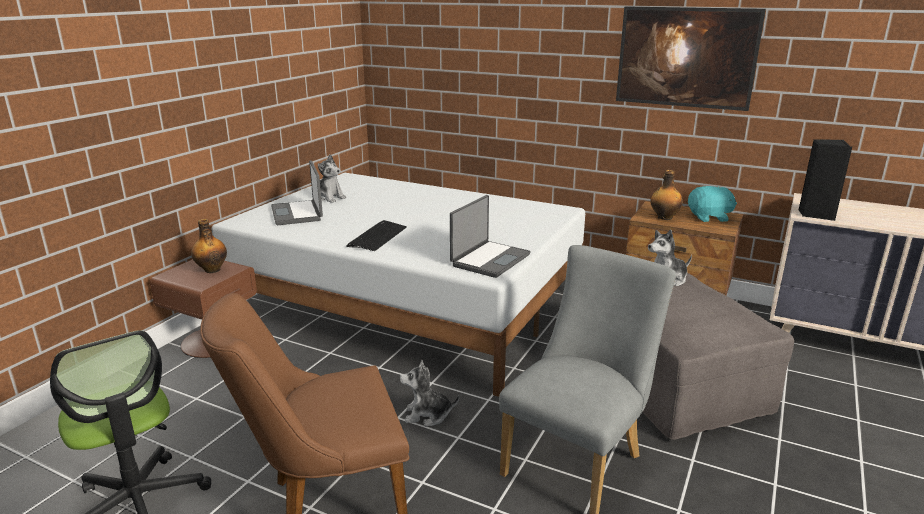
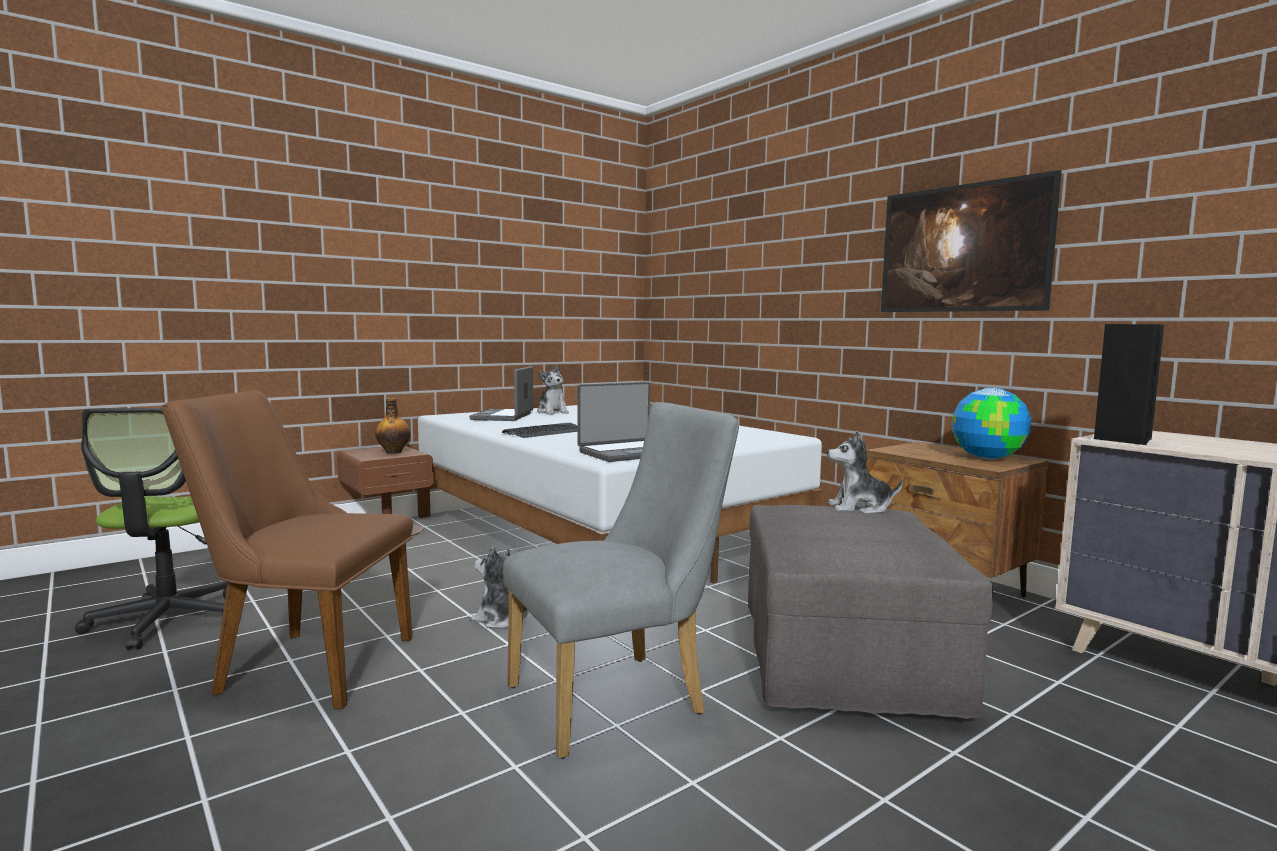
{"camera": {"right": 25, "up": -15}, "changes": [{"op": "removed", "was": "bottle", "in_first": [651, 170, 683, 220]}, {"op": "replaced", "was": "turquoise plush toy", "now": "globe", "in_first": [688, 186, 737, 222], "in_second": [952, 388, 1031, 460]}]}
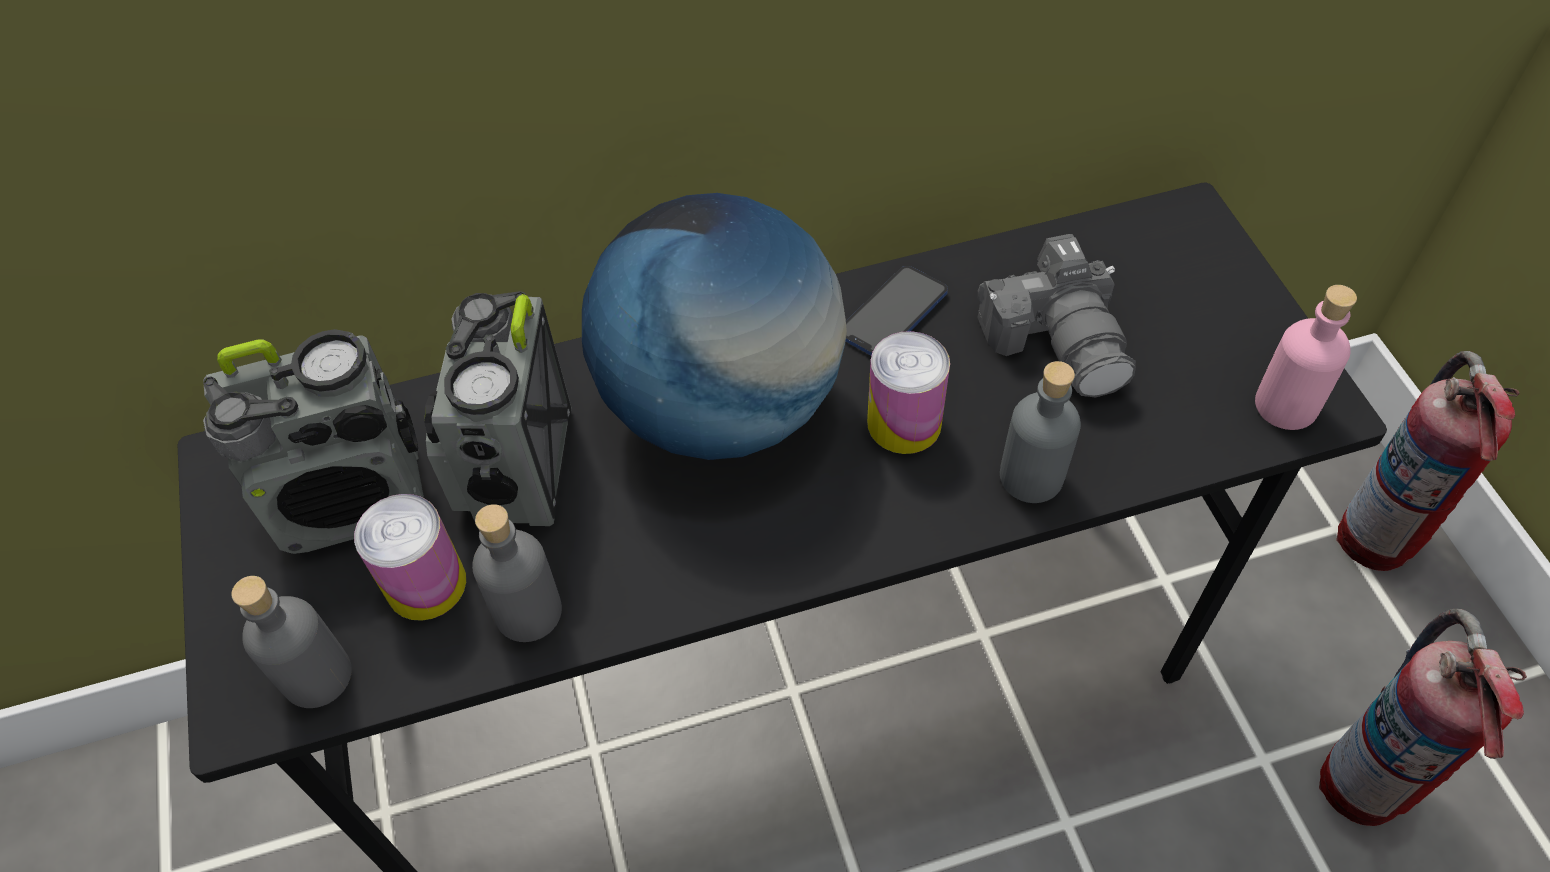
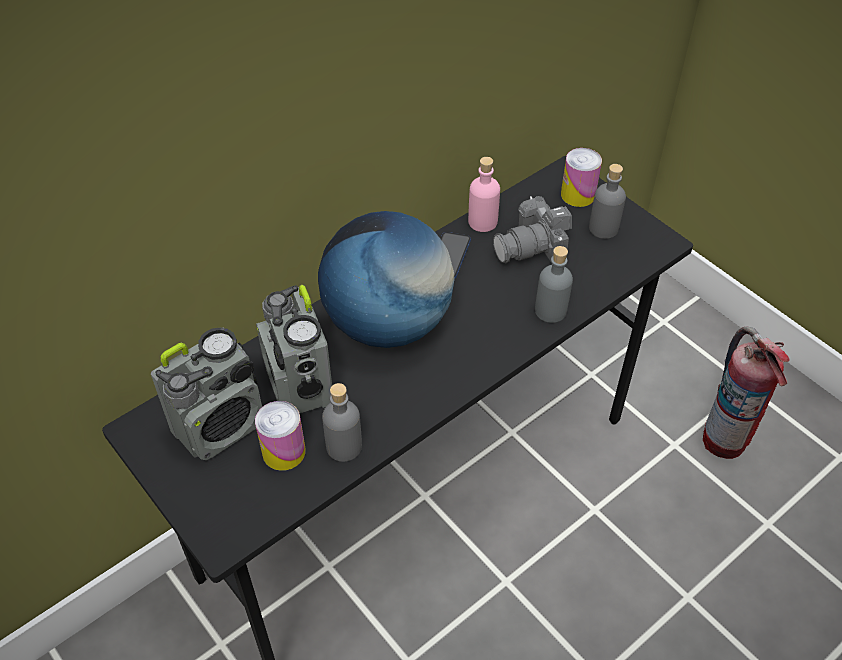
{"camera": {"right": -25, "up": -5}, "changes": [{"op": "removed", "was": "fire extinguisher", "in_first": [1336, 351, 1520, 571]}, {"op": "moved", "was": "grey bottle", "in_first": [231, 576, 352, 708], "in_second": [589, 164, 626, 239]}, {"op": "moved", "was": "can", "in_first": [867, 331, 950, 454], "in_second": [561, 148, 602, 207]}, {"op": "moved", "was": "pink bottle", "in_first": [1255, 285, 1357, 430], "in_second": [468, 157, 500, 232]}, {"op": "turned", "was": "photo camera", "in_first": [977, 234, 1136, 398], "in_second": [493, 196, 572, 264], "clockwise": 105}]}
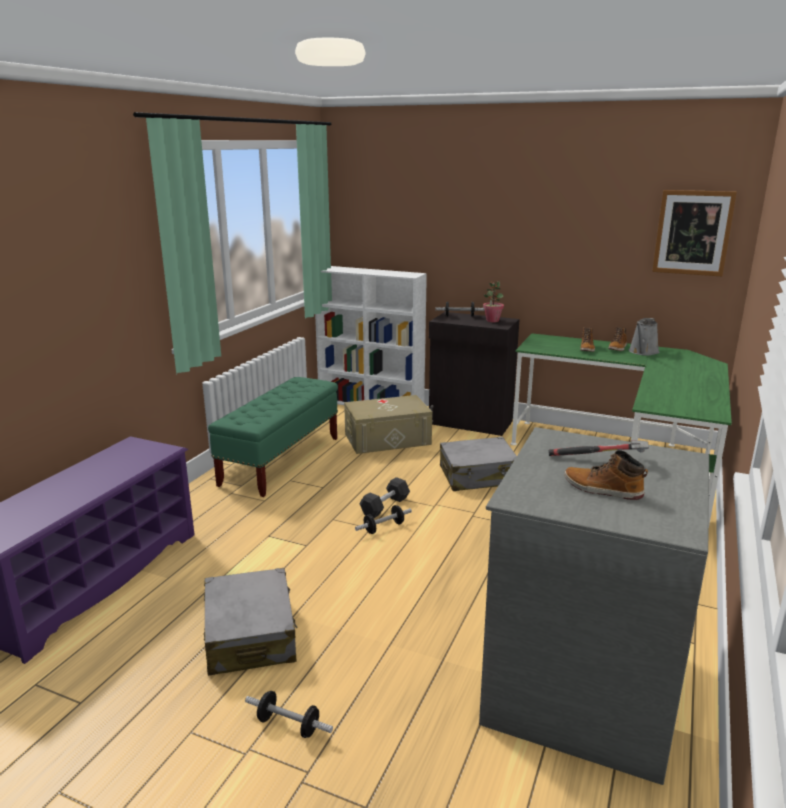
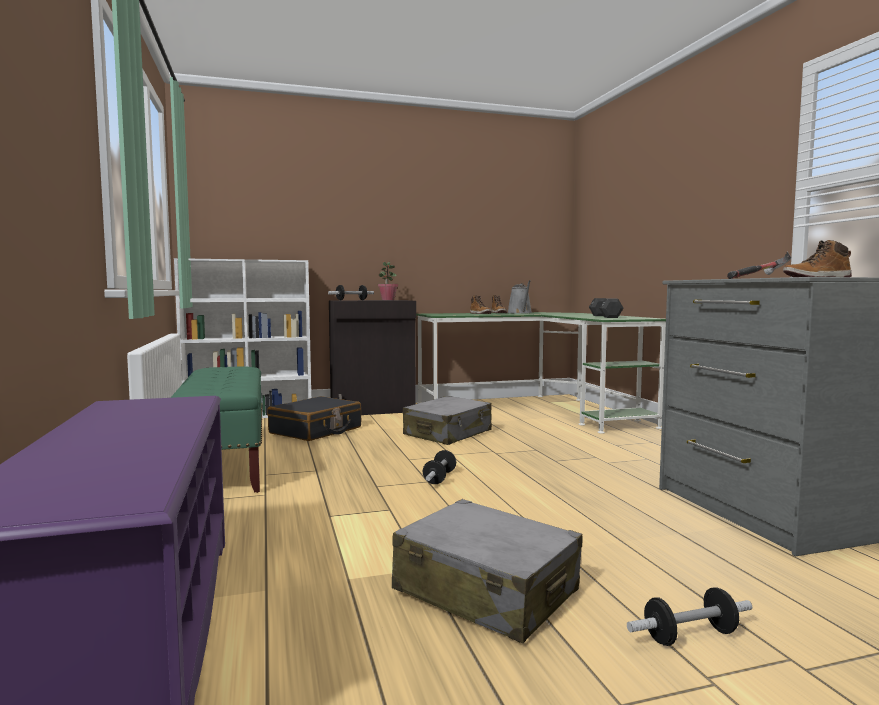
{"camera": {"right": -40, "up": -15}, "changes": [{"op": "removed", "was": "picture", "in_first": [652, 190, 737, 276]}, {"op": "moved", "was": "black dumbbell", "in_first": [359, 477, 410, 518], "in_second": [589, 298, 623, 318]}, {"op": "replaced", "was": "beige storage box", "now": "black suitcase", "in_first": [344, 395, 432, 454], "in_second": [267, 396, 361, 441]}]}
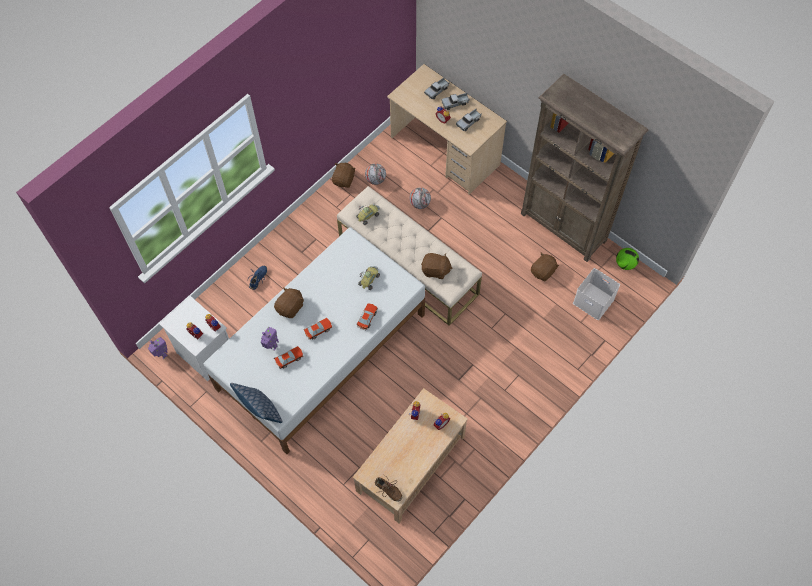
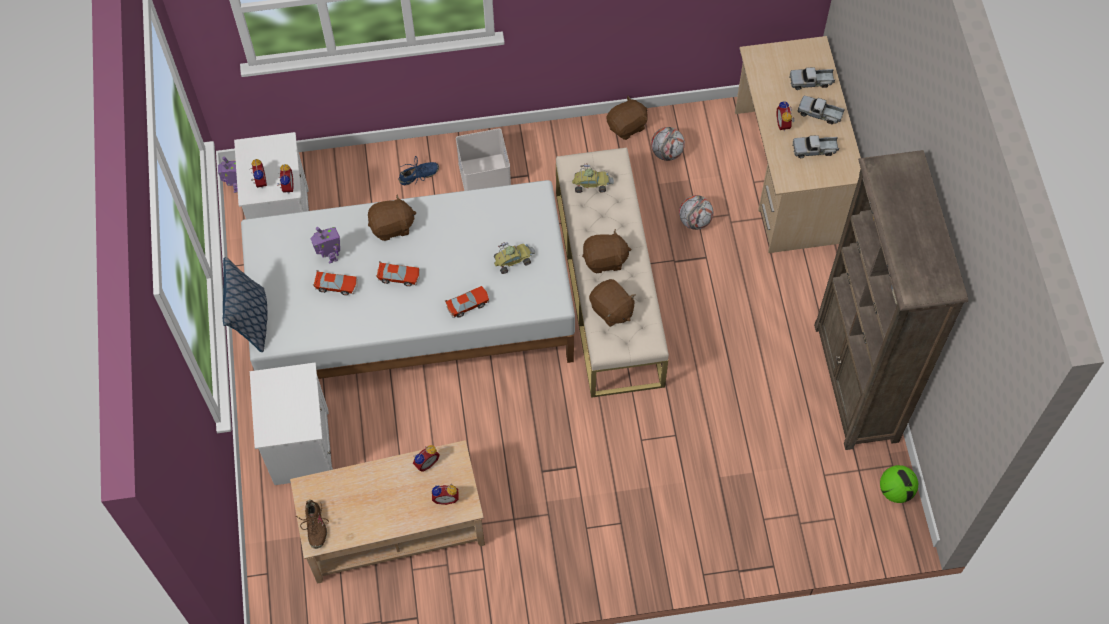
{"camera": {"right": 40, "up": 0}, "changes": [{"op": "added", "now": "white nightstand", "in_second": [250, 362, 333, 485]}, {"op": "moved", "was": "brown plush toy", "in_first": [531, 252, 559, 281], "in_second": [582, 229, 631, 273]}, {"op": "moved", "was": "white storage box", "in_first": [573, 268, 620, 320], "in_second": [456, 128, 511, 191]}]}
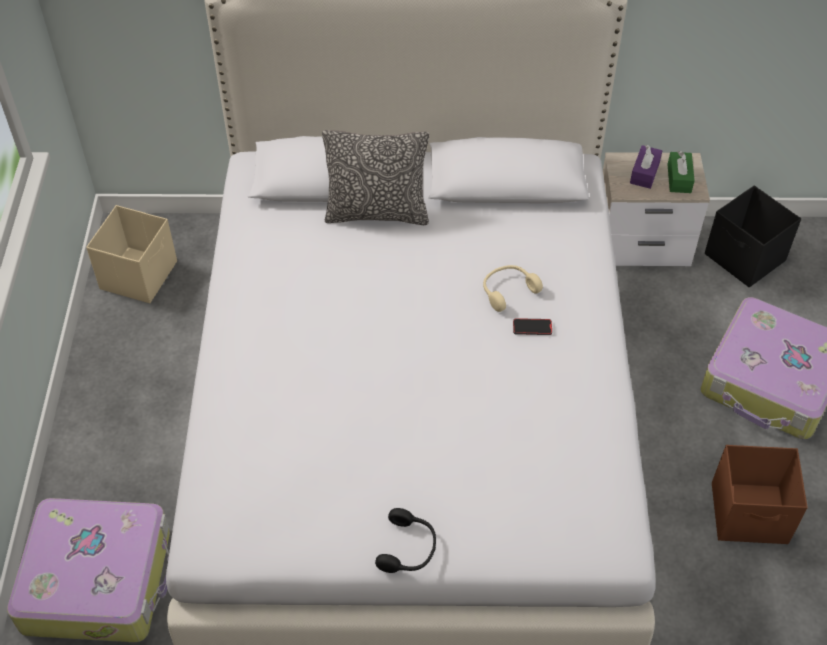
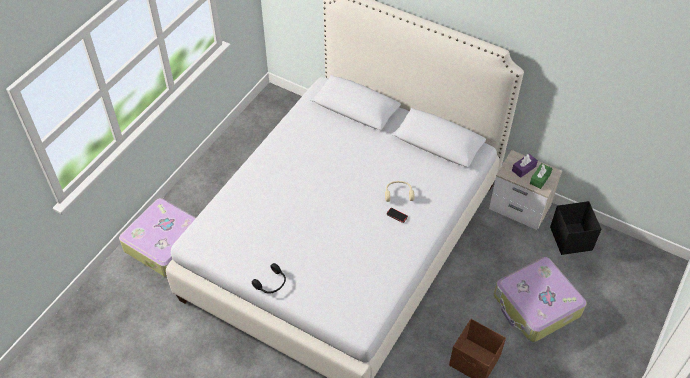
{"camera": {"right": 30, "up": 0}, "changes": [{"op": "removed", "was": "beige storage box", "in_first": [86, 205, 177, 303]}, {"op": "removed", "was": "pillow", "in_first": [322, 130, 429, 225]}]}
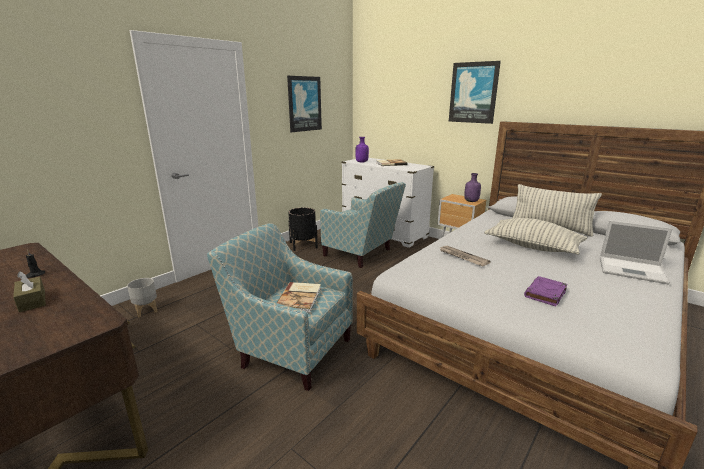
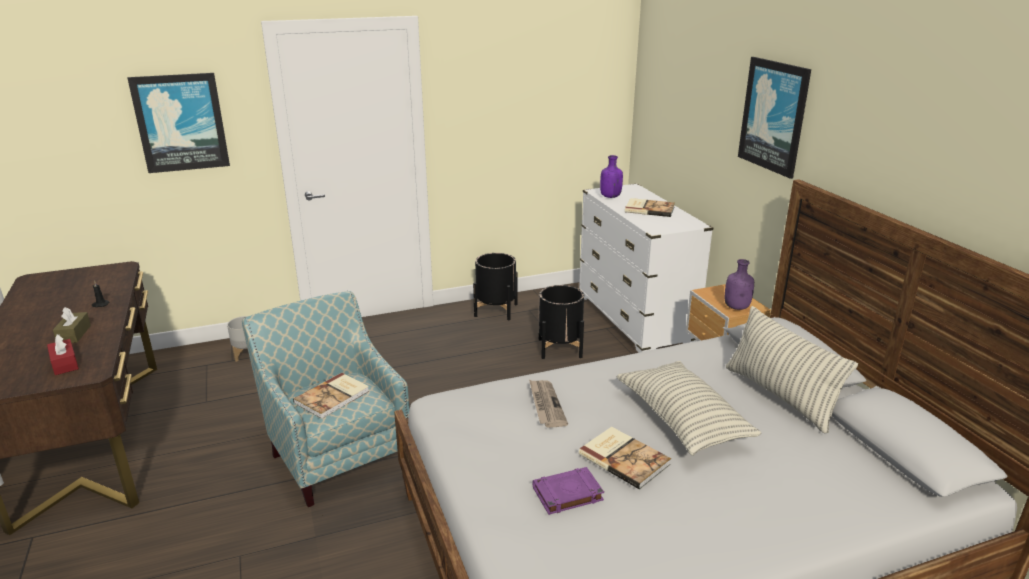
{"camera": {"right": 30, "up": 5}, "changes": [{"op": "removed", "was": "laptop", "in_first": [600, 220, 673, 285]}, {"op": "added", "now": "red tissue box", "in_second": [47, 334, 79, 375]}, {"op": "added", "now": "book", "in_second": [579, 427, 671, 489]}, {"op": "moved", "was": "picture", "in_first": [287, 76, 322, 132], "in_second": [128, 73, 230, 173]}, {"op": "replaced", "was": "armchair", "now": "black planter", "in_first": [320, 182, 406, 268], "in_second": [539, 285, 584, 359]}]}
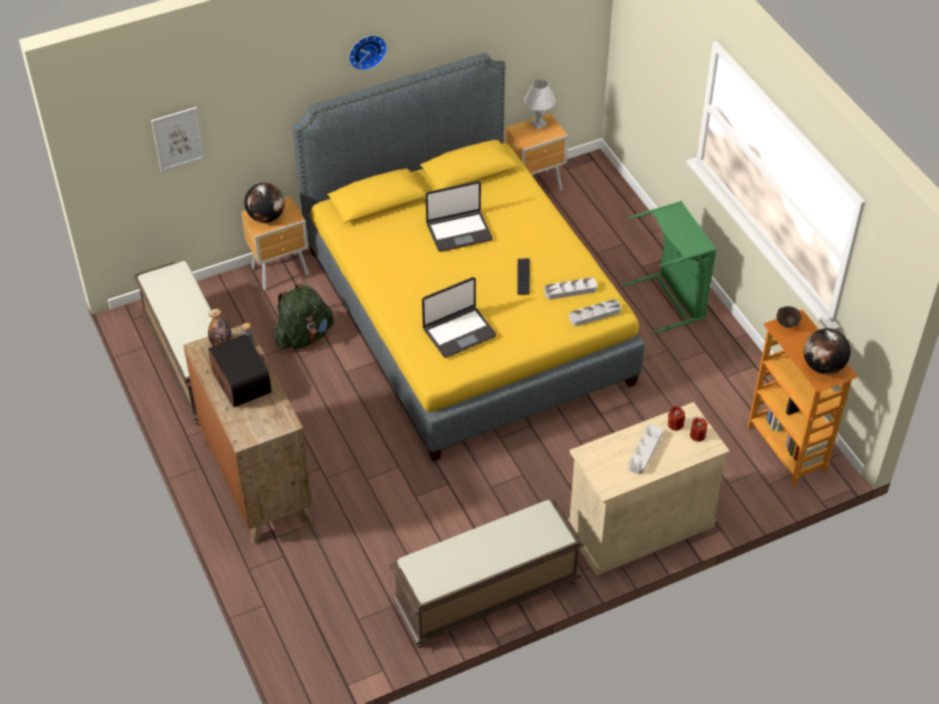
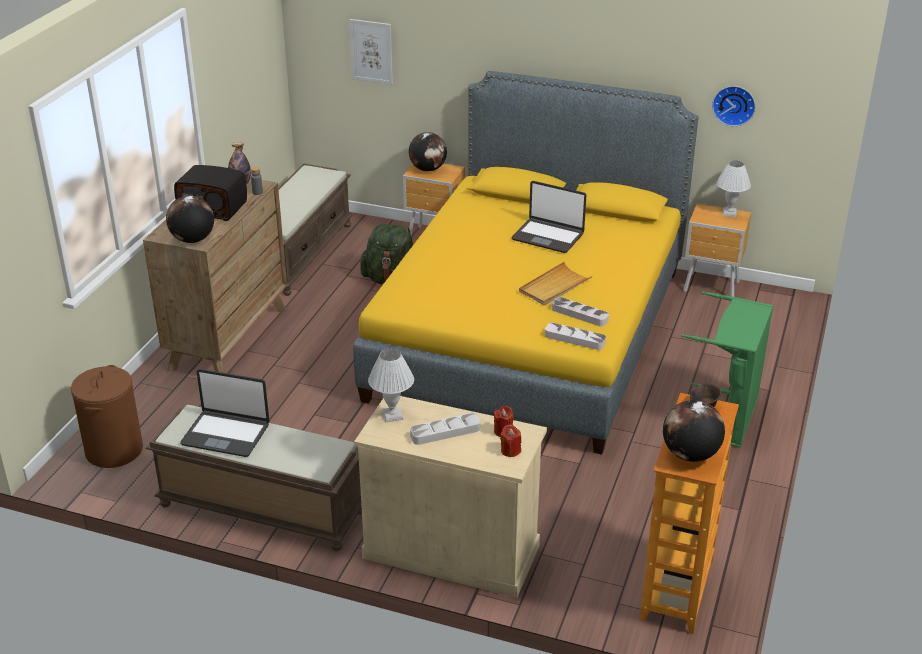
{"camera": {"right": 45, "up": -15}, "changes": [{"op": "added", "now": "brown laundry basket", "in_second": [71, 365, 143, 468]}, {"op": "added", "now": "globe", "in_second": [166, 195, 214, 243]}, {"op": "added", "now": "white table lamp", "in_second": [368, 349, 414, 423]}, {"op": "moved", "was": "wall clock", "in_first": [349, 35, 387, 71], "in_second": [712, 86, 756, 126]}, {"op": "moved", "was": "laptop", "in_first": [422, 277, 496, 358], "in_second": [180, 369, 269, 457]}, {"op": "replaced", "was": "keyboard", "now": "beige tray", "in_first": [517, 258, 530, 295], "in_second": [519, 262, 593, 305]}, {"op": "turned", "was": "radio", "in_first": [208, 334, 271, 407], "in_second": [174, 165, 247, 221], "clockwise": 90}]}
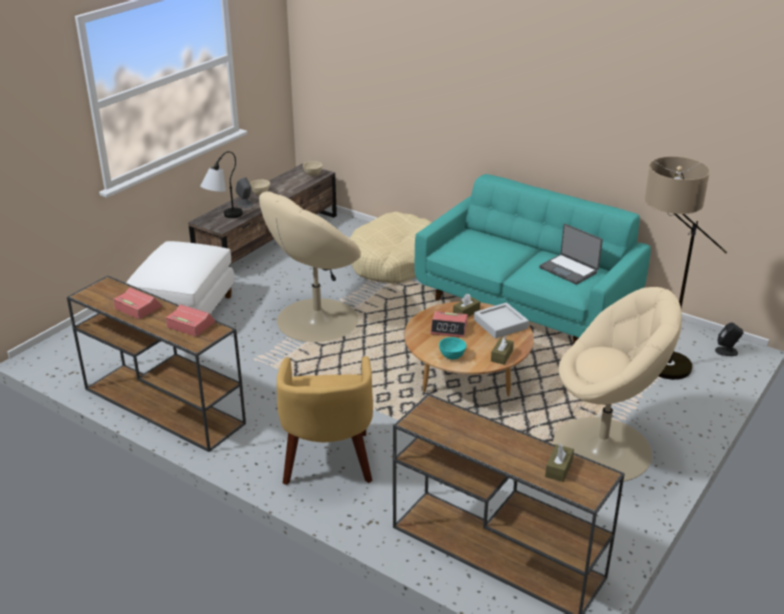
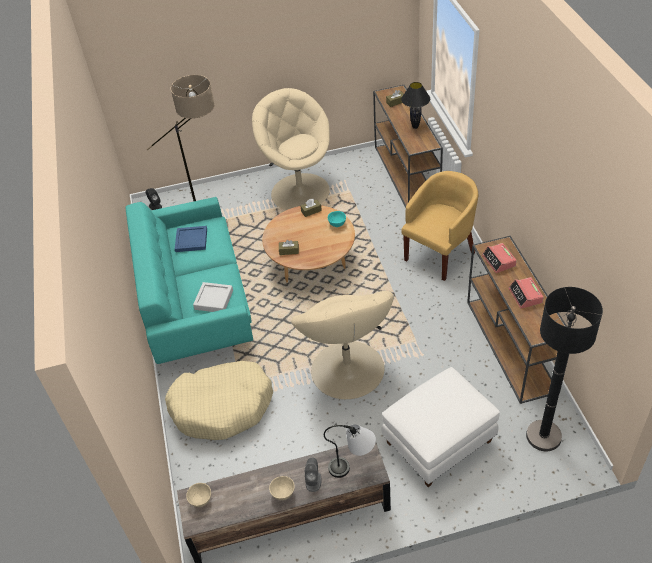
{"camera": {"right": -135, "up": 15}, "changes": [{"op": "removed", "was": "alarm clock", "in_first": [430, 311, 468, 337]}, {"op": "added", "now": "black table lamp", "in_second": [401, 82, 430, 129]}, {"op": "added", "now": "black floor lamp", "in_second": [526, 287, 603, 451]}, {"op": "moved", "was": "grey tray", "in_first": [474, 303, 529, 339], "in_second": [193, 282, 233, 312]}, {"op": "replaced", "was": "laptop", "now": "blue tray", "in_first": [539, 224, 603, 285], "in_second": [175, 226, 207, 252]}, {"op": "turned", "was": "beige armchair", "in_first": [259, 191, 361, 342], "in_second": [291, 291, 394, 399], "clockwise": 75}]}
